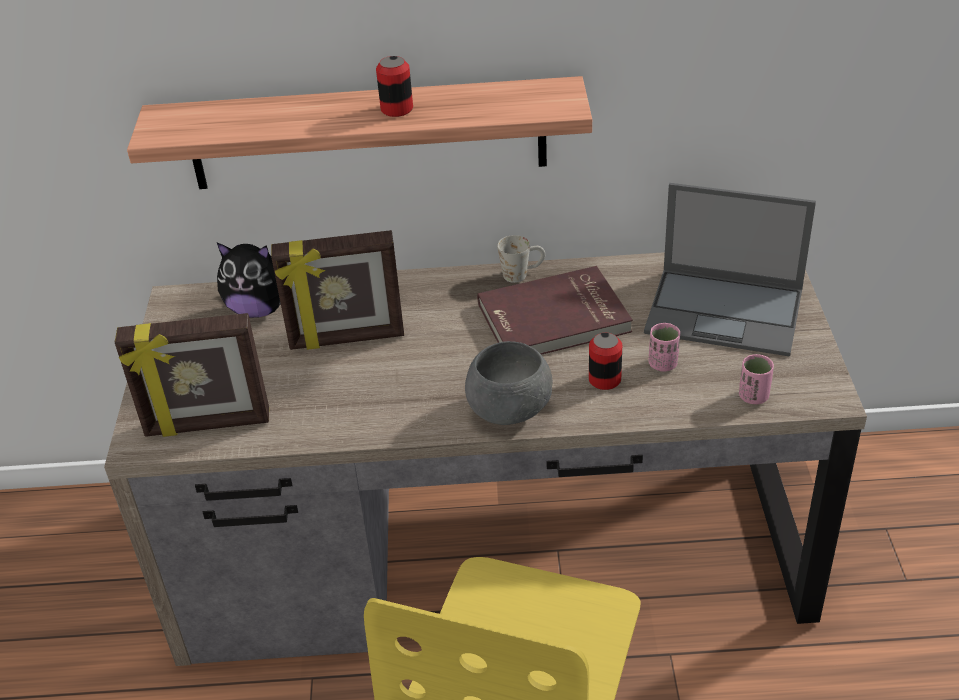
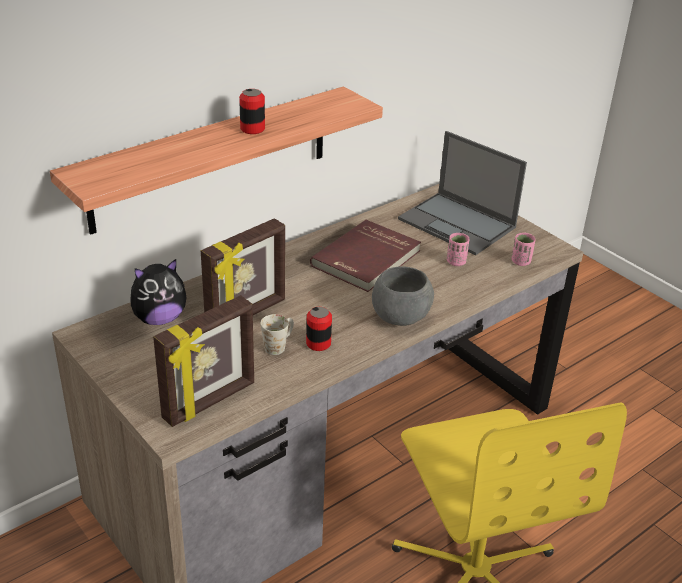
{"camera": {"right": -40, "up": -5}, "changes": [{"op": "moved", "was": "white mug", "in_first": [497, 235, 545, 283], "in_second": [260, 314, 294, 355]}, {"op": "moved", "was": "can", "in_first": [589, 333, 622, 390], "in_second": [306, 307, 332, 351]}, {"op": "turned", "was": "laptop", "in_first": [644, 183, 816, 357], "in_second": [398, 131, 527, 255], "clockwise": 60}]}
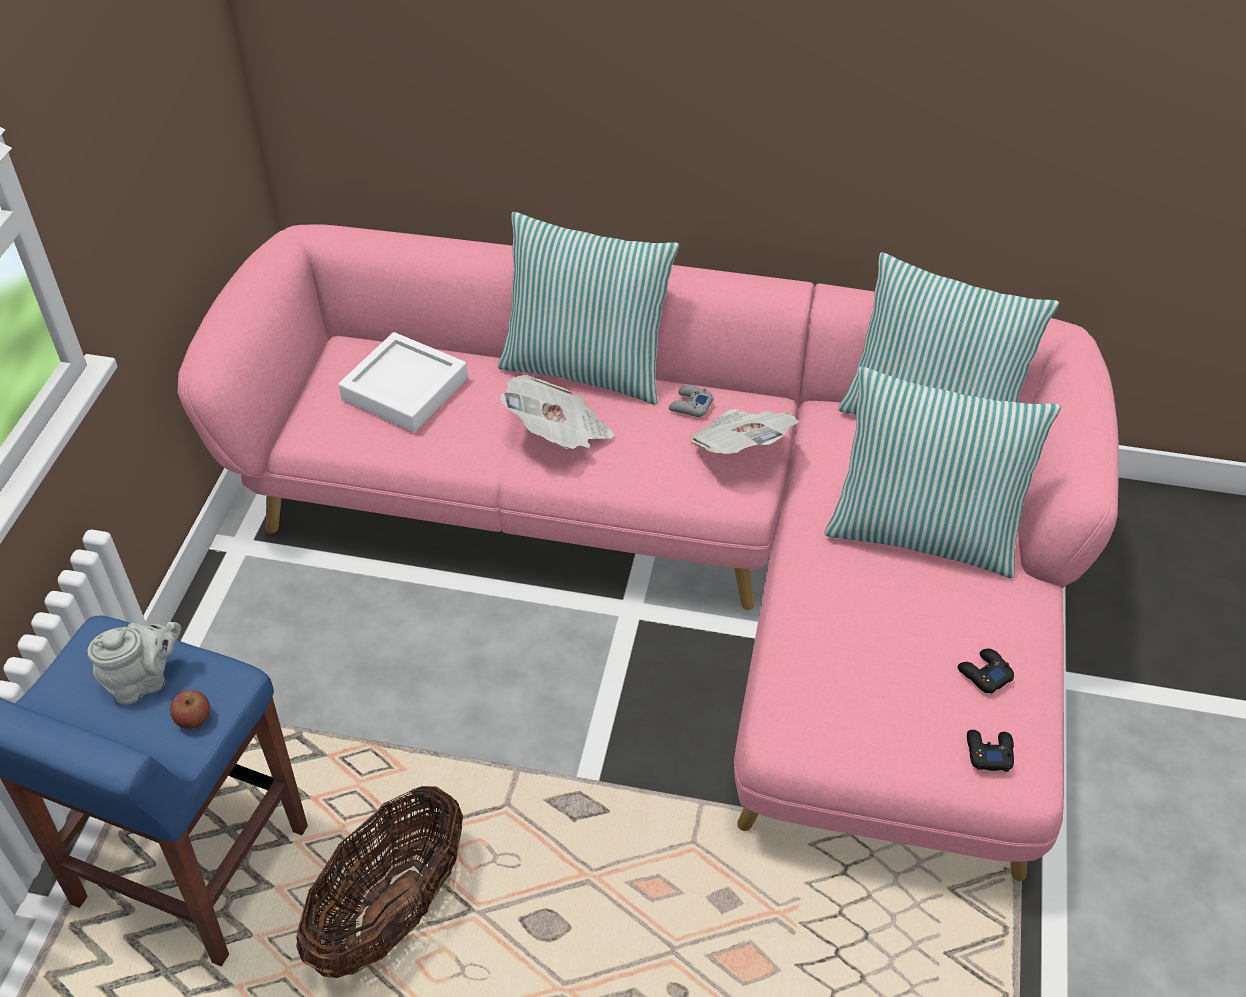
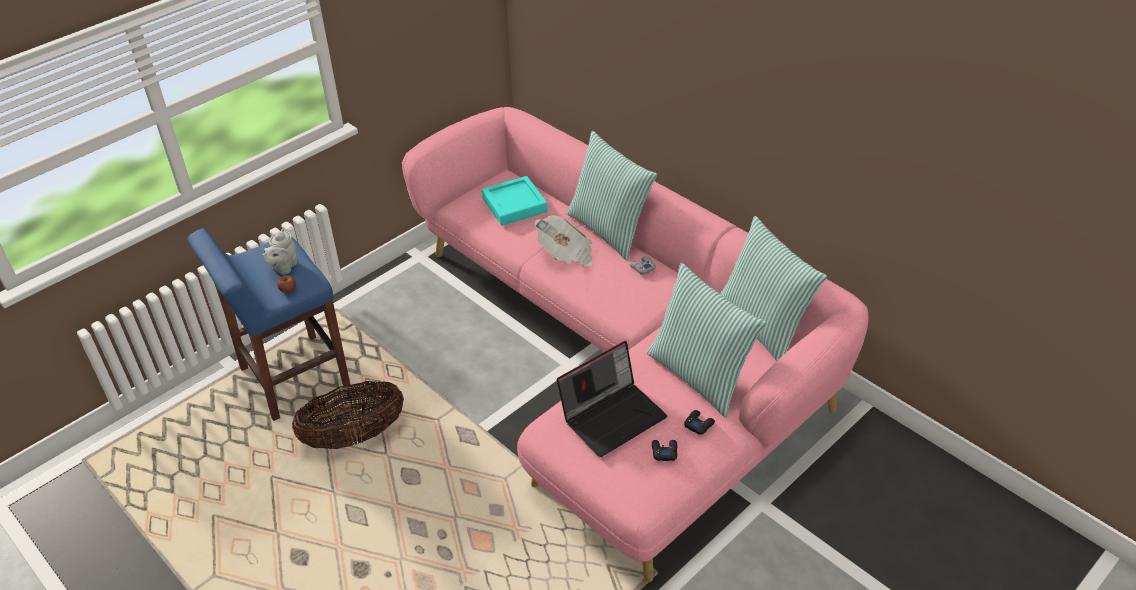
{"camera": {"right": 35, "up": -5}, "changes": [{"op": "removed", "was": "newspaper", "in_first": [689, 409, 799, 454]}, {"op": "added", "now": "laptop", "in_second": [557, 341, 667, 457]}, {"op": "moved", "was": "black game controller", "in_first": [967, 730, 1014, 772], "in_second": [684, 410, 715, 435]}, {"op": "recoloured", "was": "white tray", "now": "turquoise tray", "in_first": [338, 332, 468, 432], "in_second": [482, 176, 548, 226]}, {"op": "turned", "was": "grey teapot", "in_first": [87, 622, 181, 705], "in_second": [262, 229, 297, 275], "clockwise": 105}]}
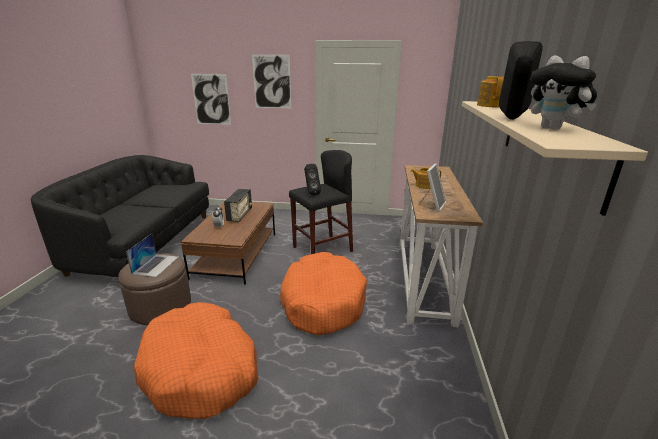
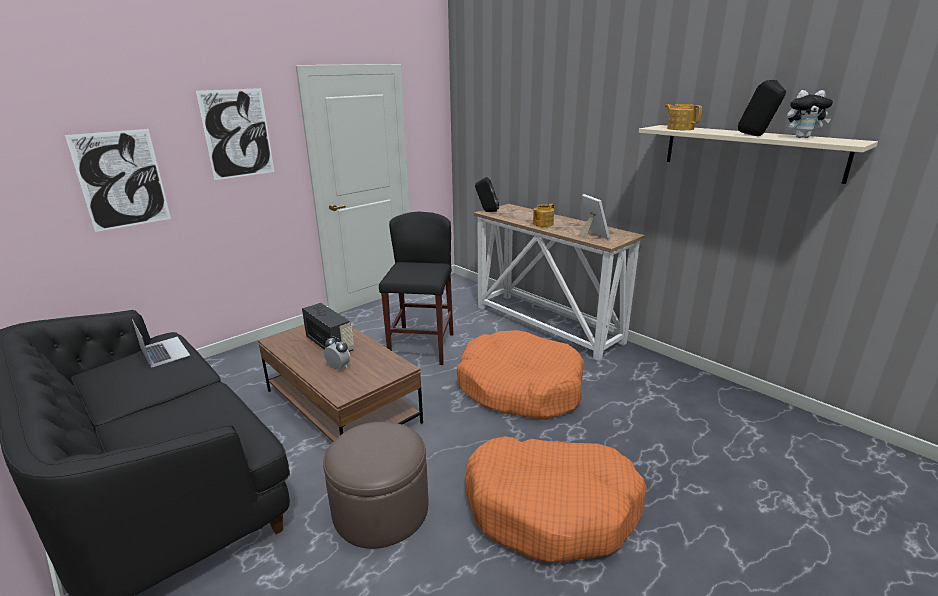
{"camera": {"right": -50, "up": 0}, "changes": [{"op": "moved", "was": "laptop", "in_first": [126, 234, 178, 277], "in_second": [132, 319, 190, 368]}, {"op": "moved", "was": "black speaker", "in_first": [304, 164, 321, 195], "in_second": [475, 177, 499, 212]}]}
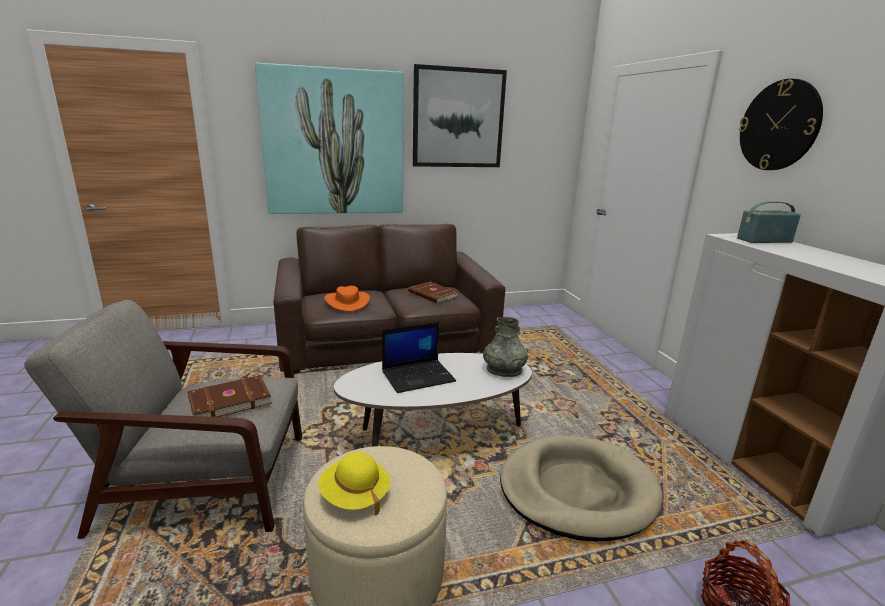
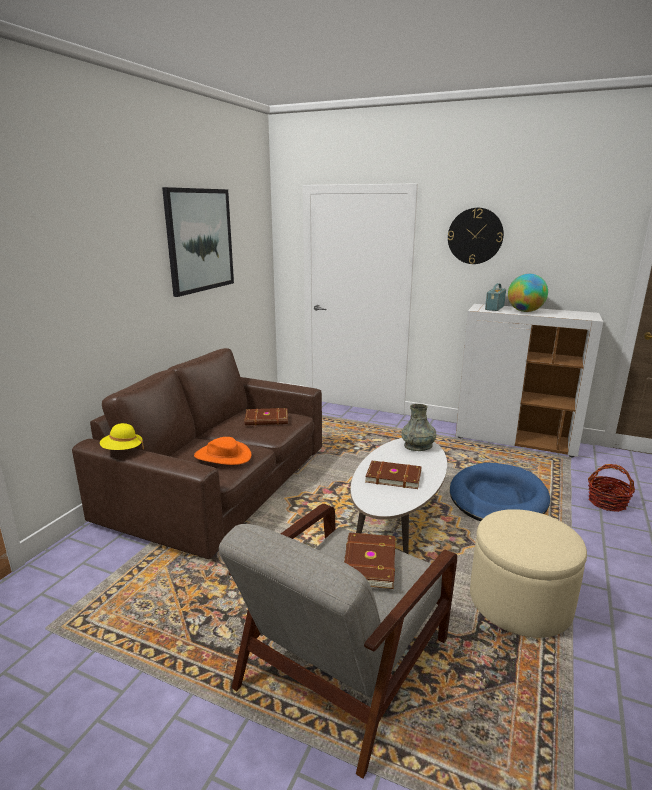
{"camera": {"right": -50, "up": 0}, "changes": [{"op": "removed", "was": "picture", "in_first": [255, 63, 404, 214]}, {"op": "added", "now": "globe", "in_second": [508, 274, 548, 312]}, {"op": "moved", "was": "yellow hat", "in_first": [319, 452, 390, 515], "in_second": [100, 423, 144, 450]}, {"op": "replaced", "was": "laptop", "now": "brown book", "in_first": [382, 322, 456, 393], "in_second": [365, 460, 421, 489]}, {"op": "recoloured", "was": "beige dog bed", "now": "blue dog bed", "in_first": [500, 435, 663, 541], "in_second": [450, 463, 550, 522]}]}
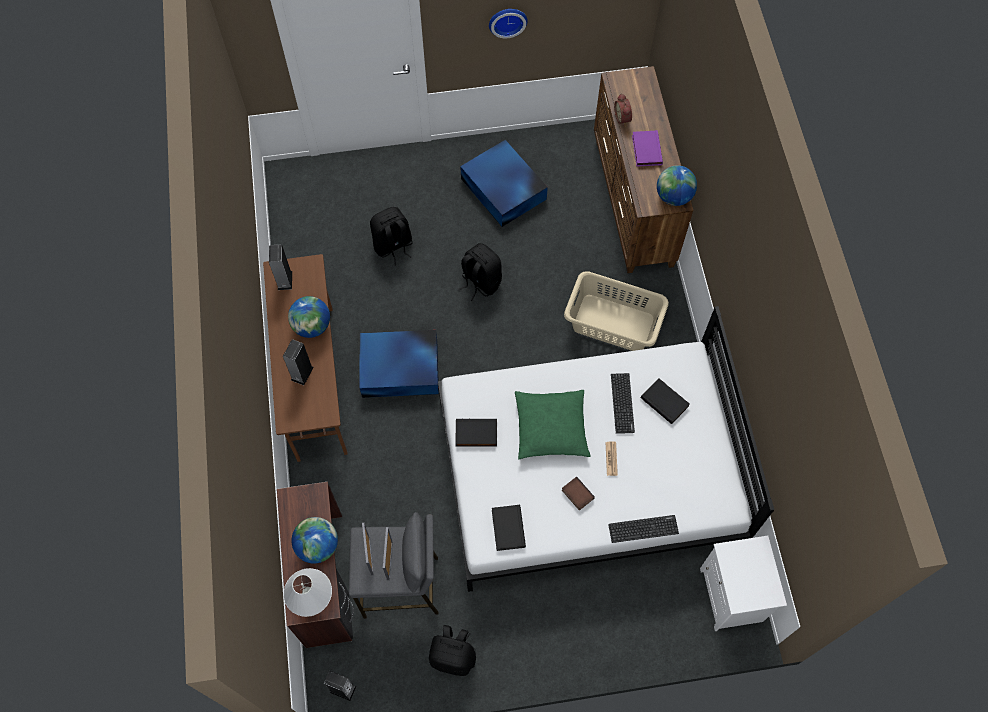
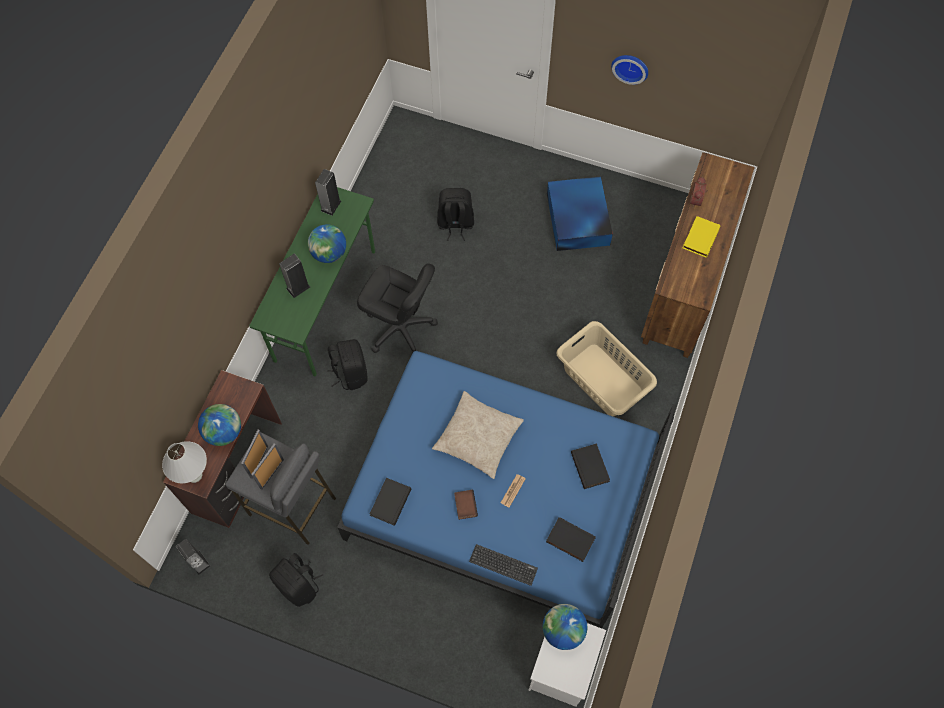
{"camera": {"right": 30, "up": 0}, "changes": [{"op": "removed", "was": "keyboard", "in_first": [611, 373, 635, 434]}, {"op": "moved", "was": "black book", "in_first": [455, 419, 497, 447], "in_second": [546, 517, 596, 562]}, {"op": "moved", "was": "black backpack", "in_first": [459, 243, 502, 301], "in_second": [327, 339, 367, 390]}, {"op": "moved", "was": "globe", "in_first": [657, 165, 697, 206], "in_second": [543, 604, 587, 650]}, {"op": "replaced", "was": "blue storage box", "now": "black office chair", "in_first": [360, 330, 439, 398], "in_second": [357, 263, 438, 354]}, {"op": "recoloured", "was": "brown desk", "now": "green desk", "in_first": [263, 254, 348, 462], "in_second": [249, 187, 375, 377]}, {"op": "recoloured", "was": "white bed", "now": "blue bed", "in_first": [438, 306, 774, 592], "in_second": [337, 351, 677, 628]}, {"op": "recoloured", "was": "green pillow", "now": "beige pillow", "in_first": [515, 390, 590, 459], "in_second": [432, 391, 524, 479]}, {"op": "recoloured", "was": "purple book", "now": "yellow book", "in_first": [632, 130, 663, 167], "in_second": [683, 216, 720, 258]}]}
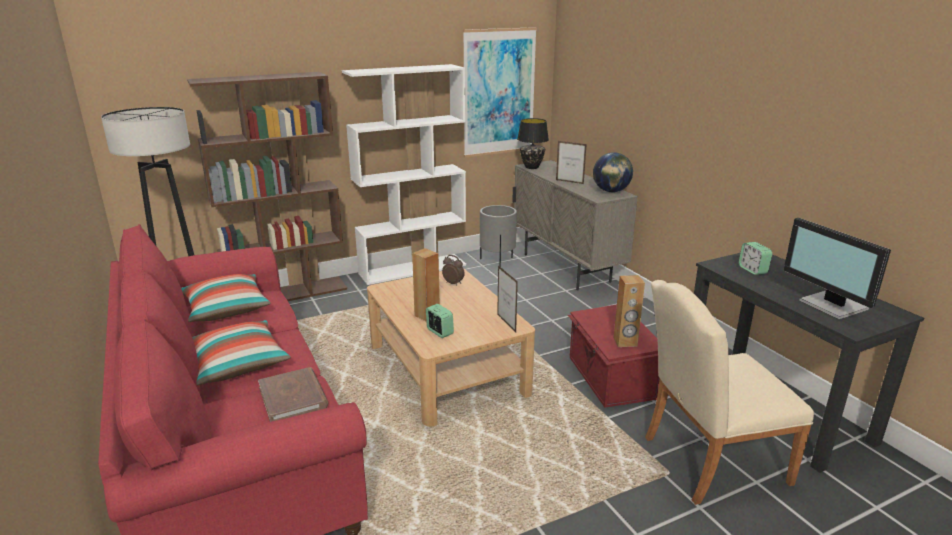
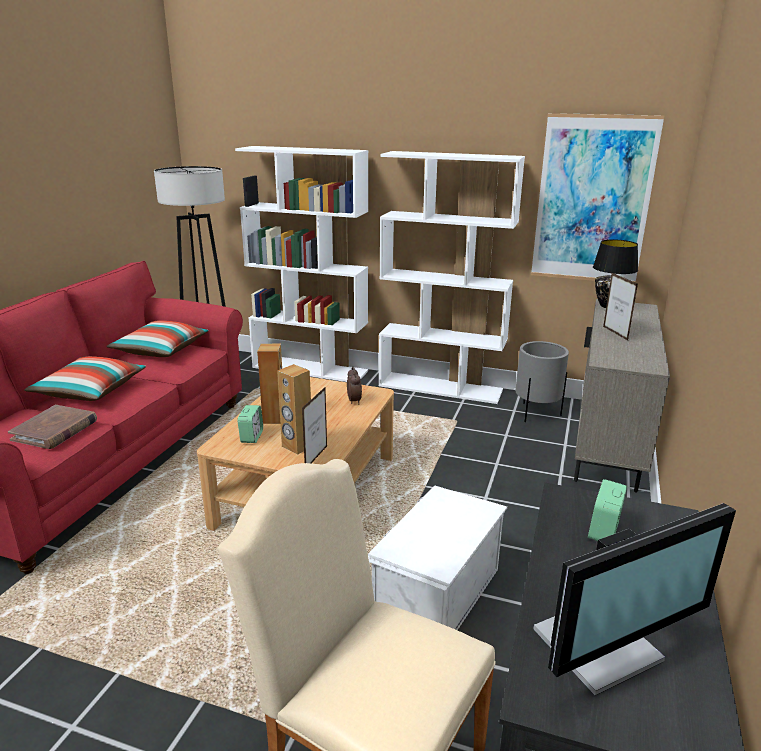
{"camera": {"right": 45, "up": 0}, "changes": [{"op": "removed", "was": "globe", "in_first": [593, 152, 633, 193]}, {"op": "moved", "was": "brown speaker", "in_first": [614, 275, 645, 347], "in_second": [277, 364, 311, 455]}, {"op": "recoloured", "was": "brown bookcase", "now": "white bookcase", "in_first": [187, 72, 347, 301], "in_second": [235, 146, 368, 382]}, {"op": "recoloured", "was": "red storage box", "now": "white storage box", "in_first": [568, 305, 659, 408], "in_second": [368, 485, 507, 630]}, {"op": "turned", "was": "monitor", "in_first": [783, 218, 891, 319], "in_second": [533, 503, 736, 695], "clockwise": -135}]}
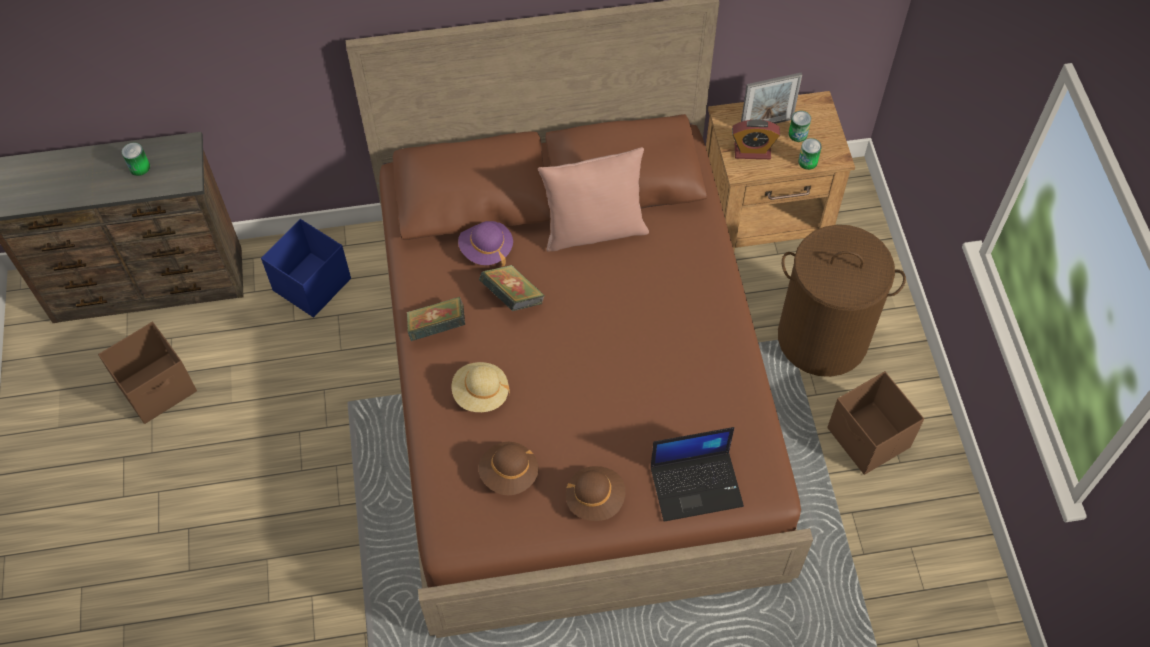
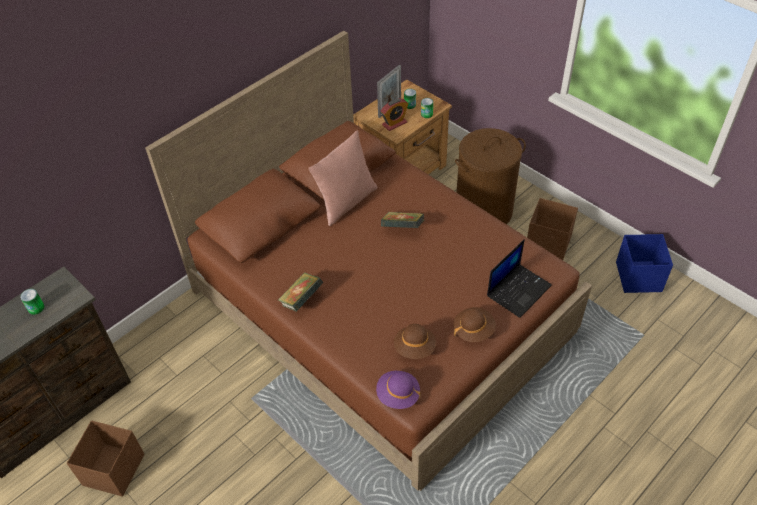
{"camera": {"right": -35, "up": -10}, "changes": [{"op": "removed", "was": "beige hat", "in_first": [452, 362, 510, 412]}, {"op": "moved", "was": "blue storage box", "in_first": [261, 219, 351, 317], "in_second": [616, 234, 673, 293]}, {"op": "moved", "was": "purple hat", "in_first": [458, 221, 513, 266], "in_second": [376, 371, 420, 409]}, {"op": "moved", "was": "book", "in_first": [479, 265, 545, 311], "in_second": [381, 212, 424, 228]}]}
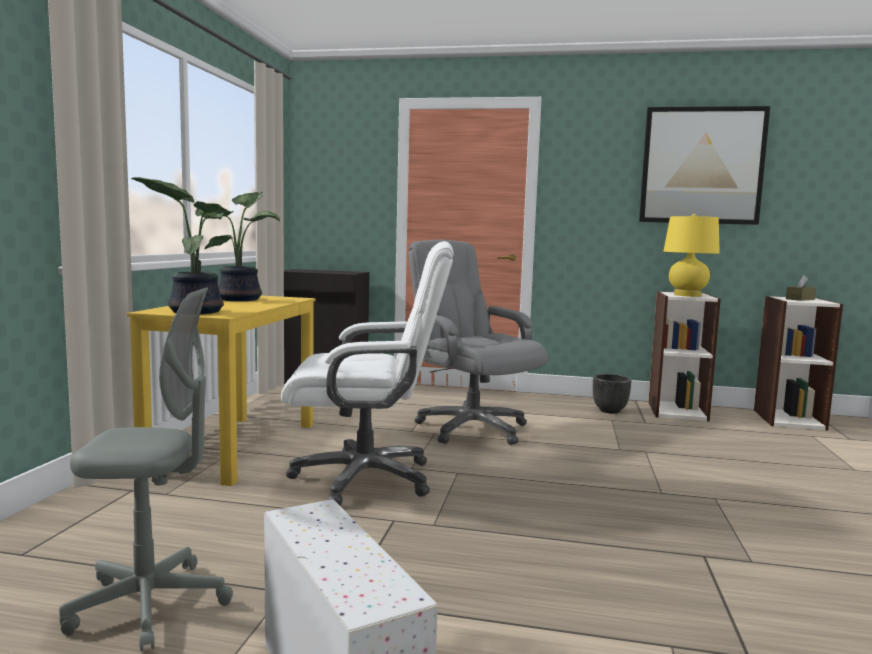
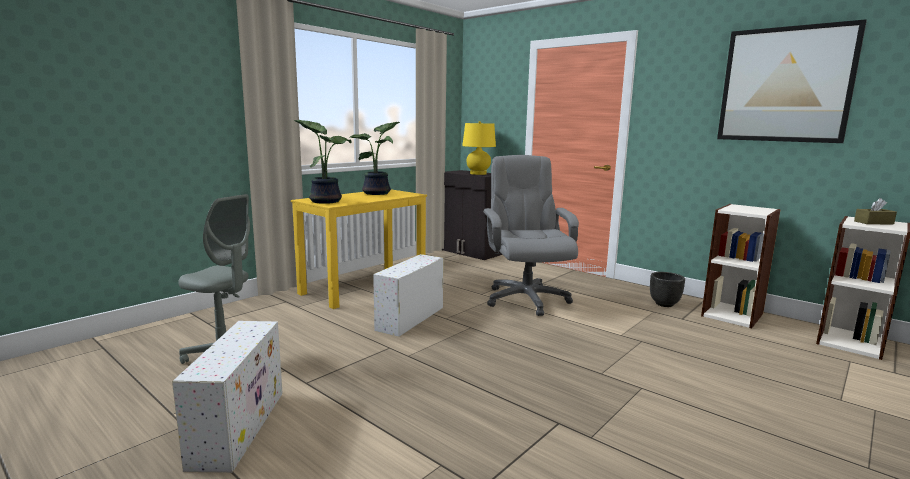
{"camera": {"right": 30, "up": 5}, "changes": [{"op": "moved", "was": "yellow table lamp", "in_first": [663, 214, 720, 297], "in_second": [462, 121, 496, 175]}, {"op": "replaced", "was": "white office chair", "now": "white storage box", "in_first": [281, 241, 454, 506], "in_second": [373, 254, 444, 337]}]}
